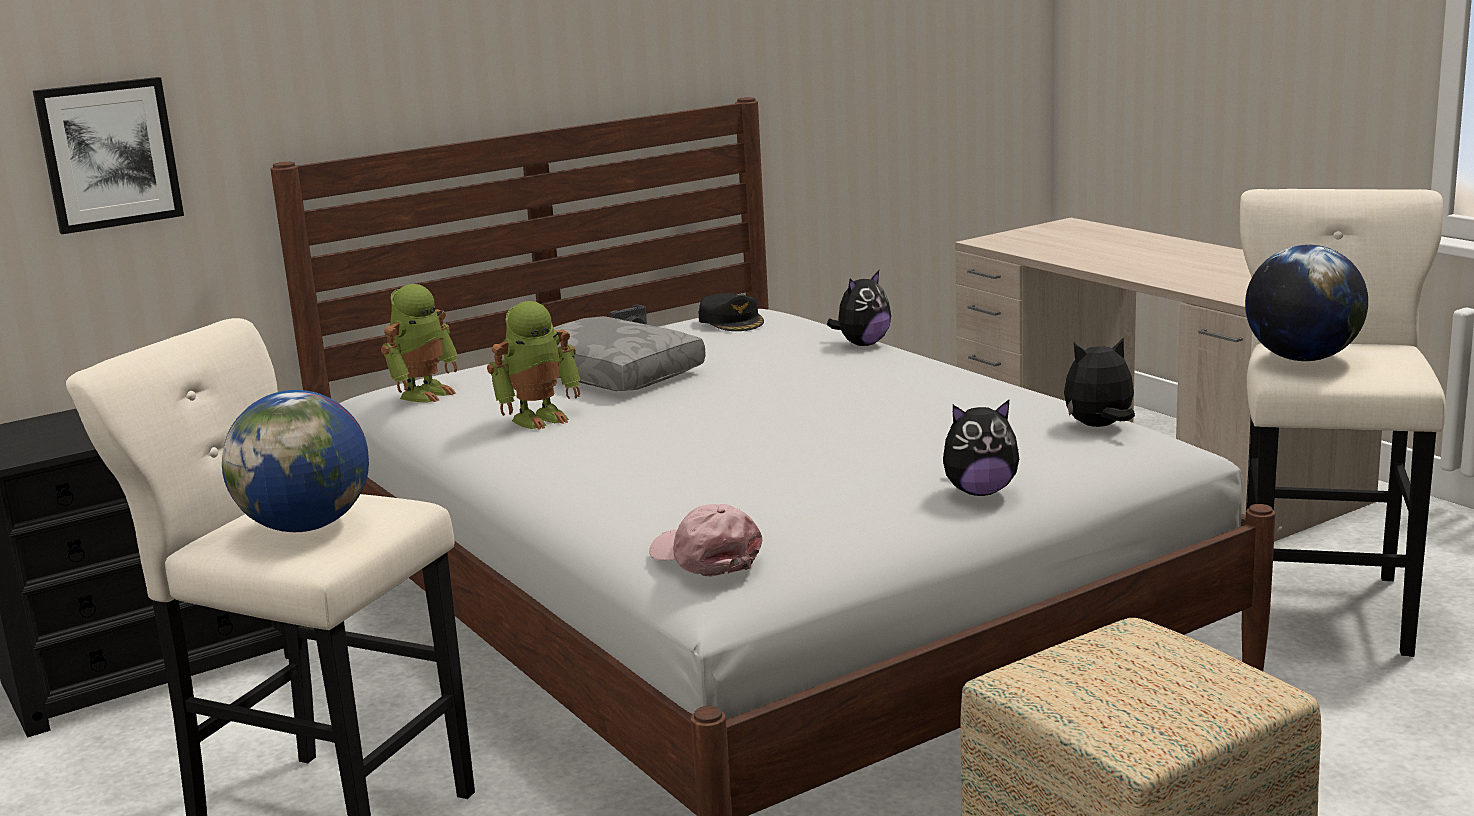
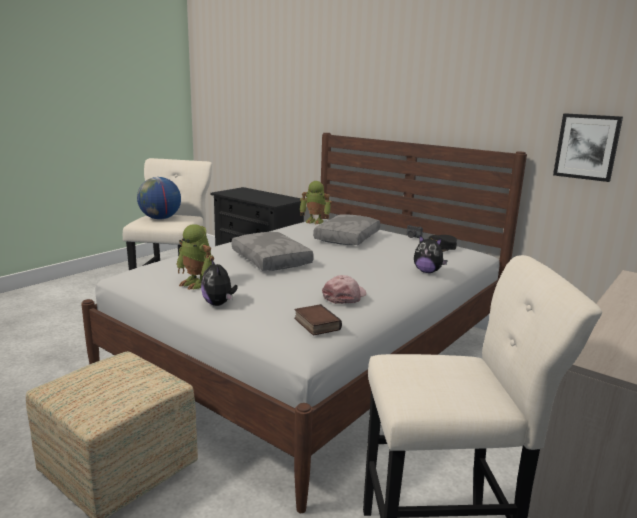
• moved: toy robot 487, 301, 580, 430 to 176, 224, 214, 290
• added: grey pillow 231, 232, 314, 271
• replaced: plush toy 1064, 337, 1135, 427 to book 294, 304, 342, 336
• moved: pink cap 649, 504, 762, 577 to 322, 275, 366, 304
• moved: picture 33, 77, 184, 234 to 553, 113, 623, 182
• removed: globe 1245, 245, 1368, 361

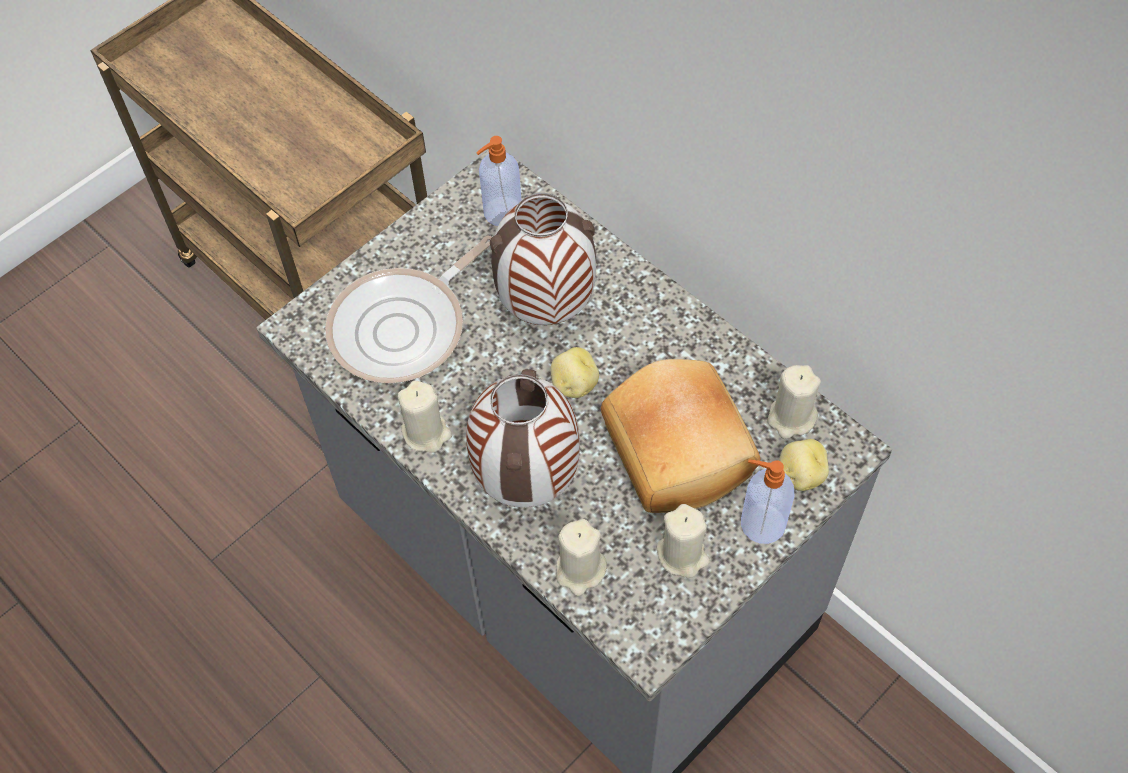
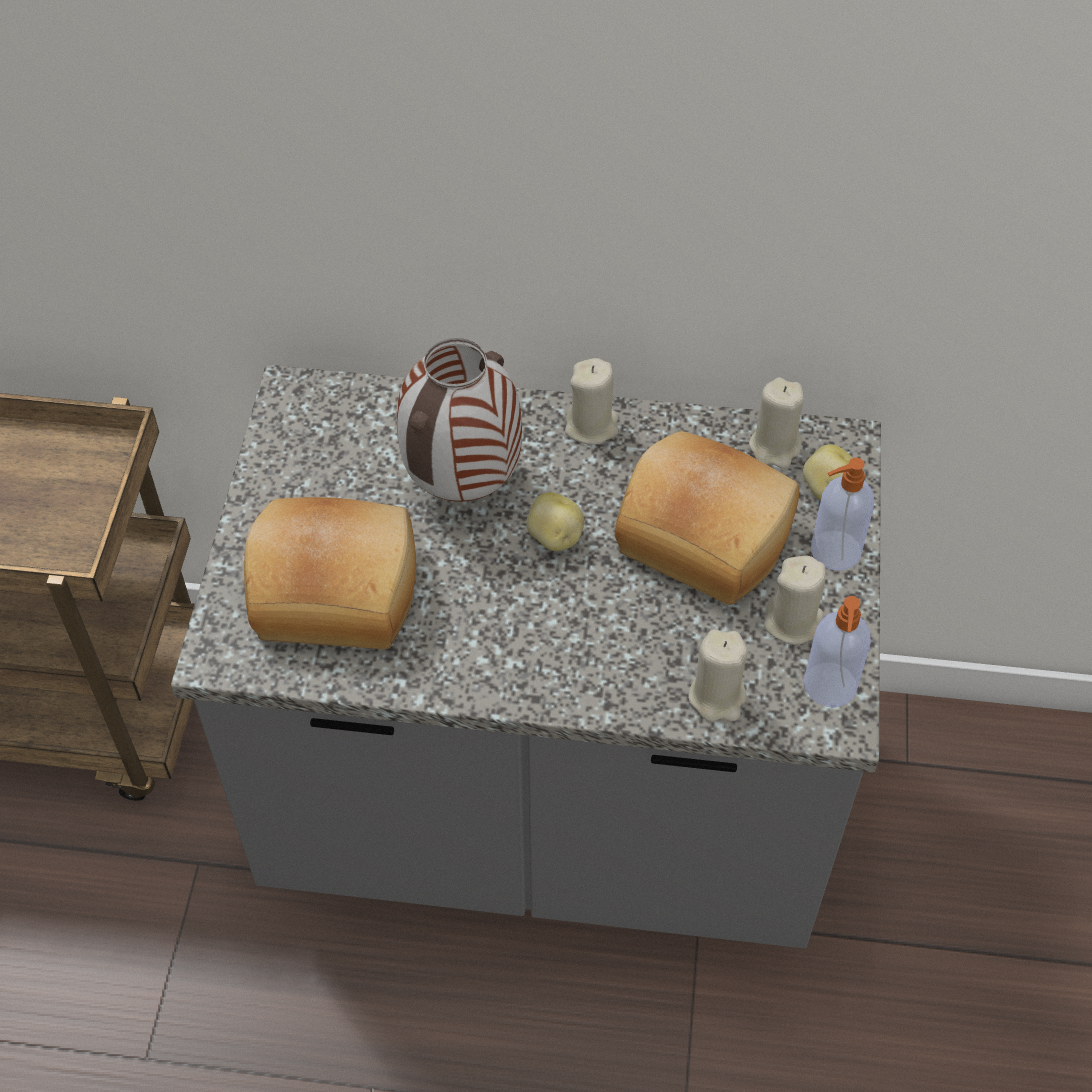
• replaced: frying pan 325, 235, 492, 383 to bread 244, 497, 416, 649
• moved: beige candle 397, 381, 452, 452 to 565, 358, 618, 445
• moved: soap dispenser 476, 136, 521, 226 to 804, 596, 871, 707
• removed: vase 466, 369, 580, 508

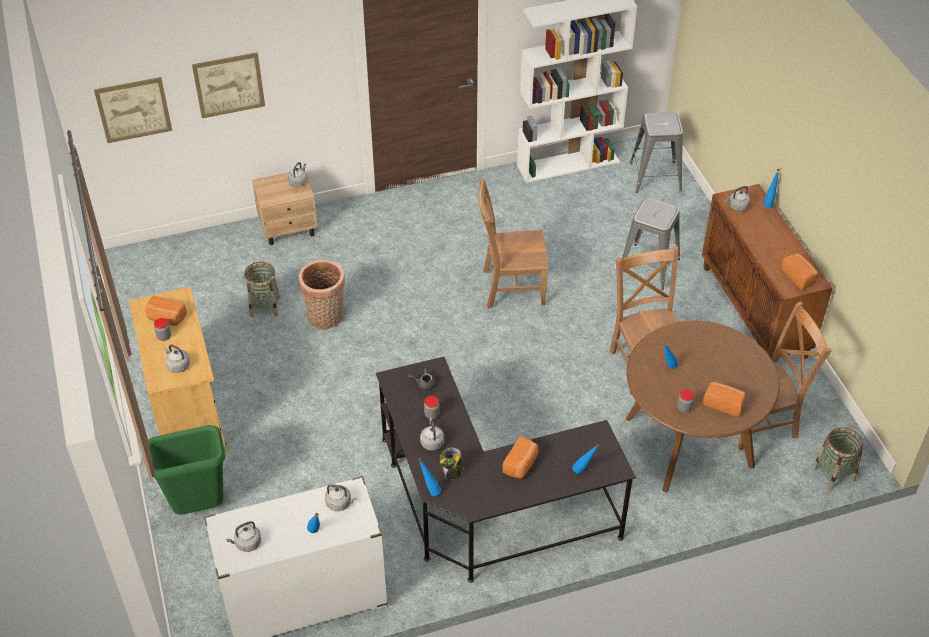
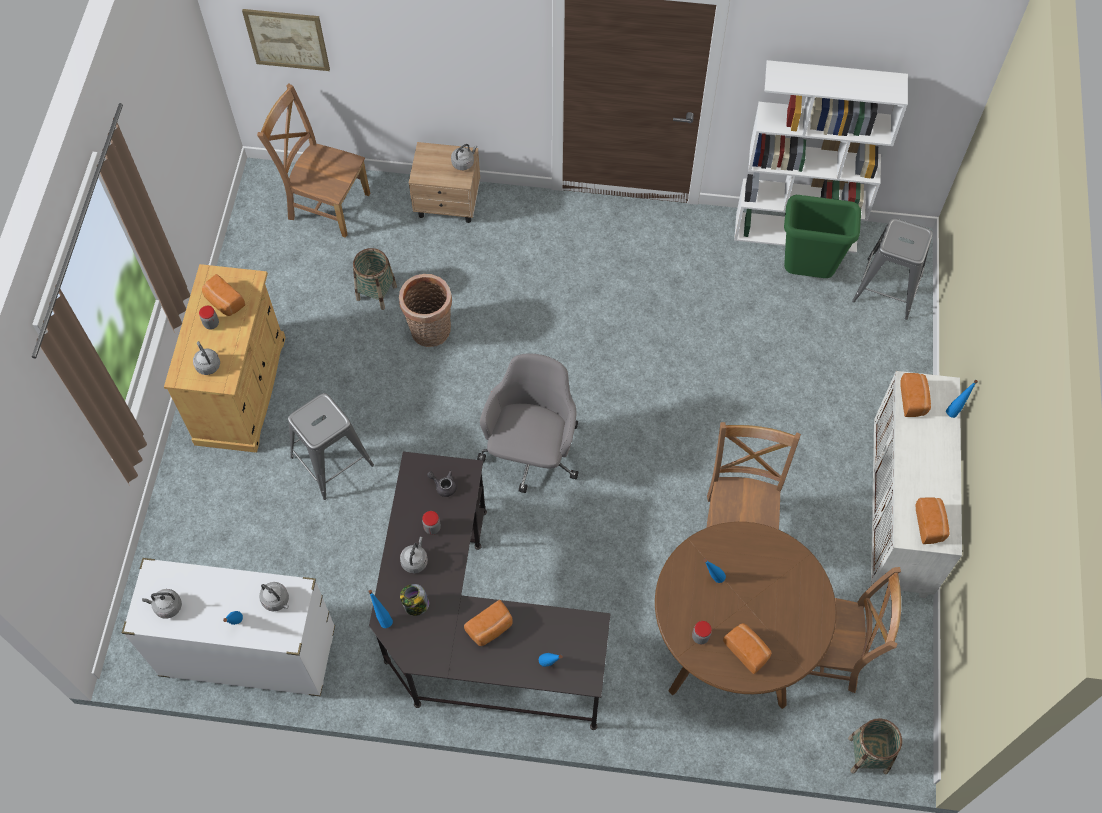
• moved: brown chair 478, 179, 548, 309 to 257, 84, 370, 238
• moved: grey stool 622, 197, 680, 290 to 288, 393, 374, 500
• added: grey office chair 477, 353, 578, 493
• moved: green trash can 148, 425, 225, 515 to 784, 195, 861, 278
• recoloured: brown cabinet 702, 184, 833, 360 to white cabinet 871, 371, 962, 598
• replaced: grey kettle 725, 186, 750, 212 to bread 900, 373, 931, 417
• removed: picture 192, 52, 265, 118

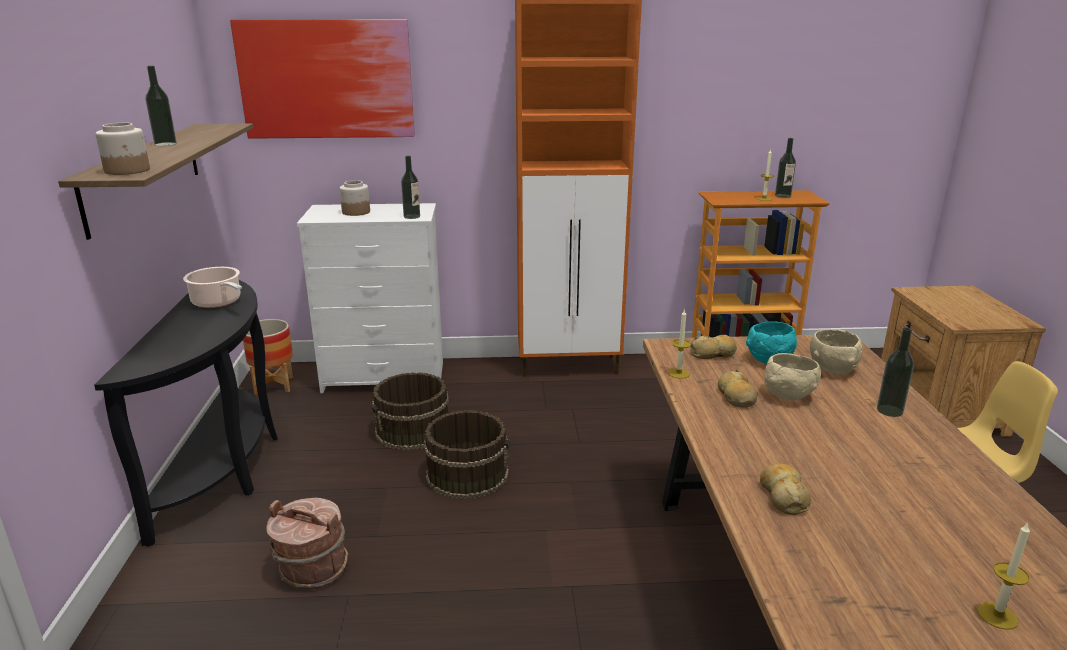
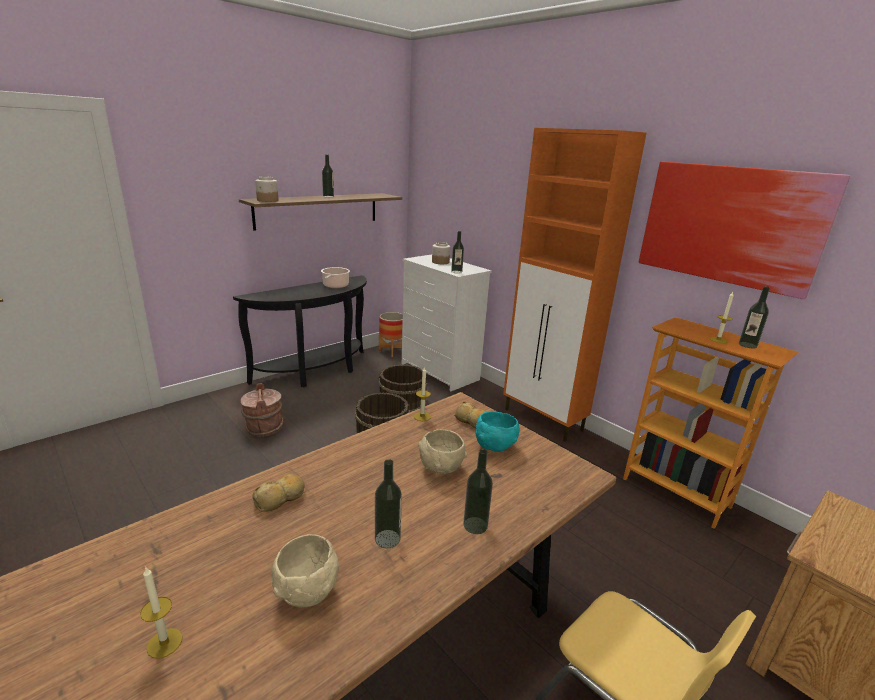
• moved: beige bowl 810, 329, 863, 374 to 272, 534, 339, 607
• added: bottle 375, 459, 402, 548
• moved: picture 230, 19, 415, 139 to 638, 162, 850, 299
• removed: bread 718, 370, 757, 407

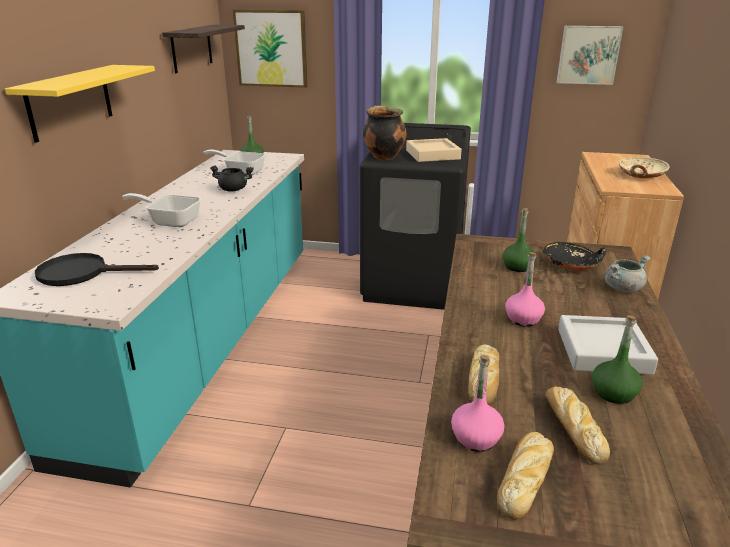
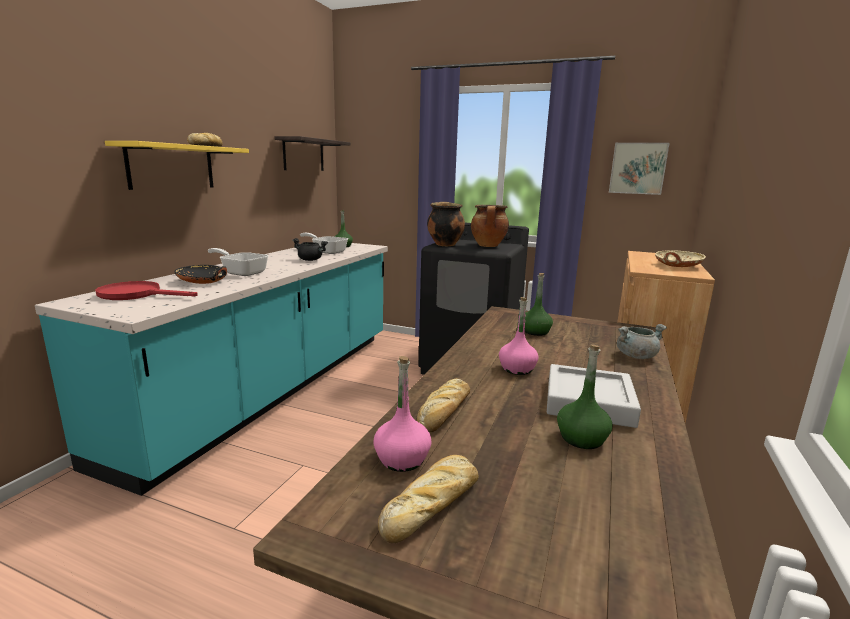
• recoloured: black frying pan 35, 253, 159, 286 to red frying pan 95, 281, 198, 300
• moved: black bowl 543, 242, 607, 270 to 174, 265, 227, 284
• moved: bread 546, 386, 610, 465 to 187, 133, 222, 147
• replaced: beige tray 406, 138, 462, 162 to cooking pot 471, 205, 509, 247
• removed: picture 233, 9, 308, 88

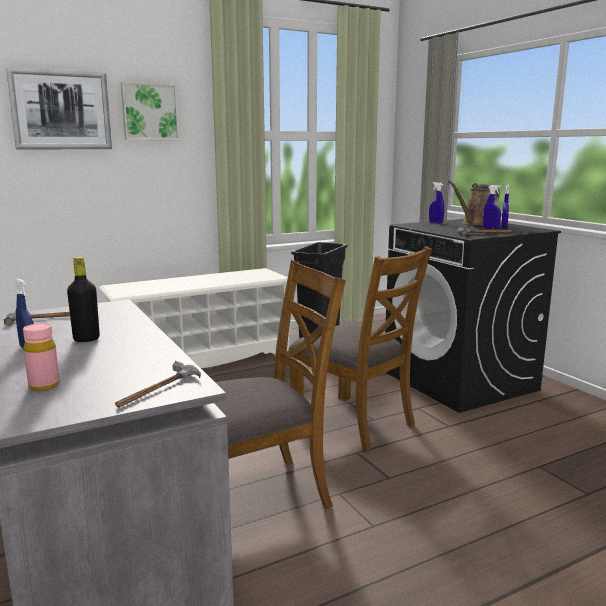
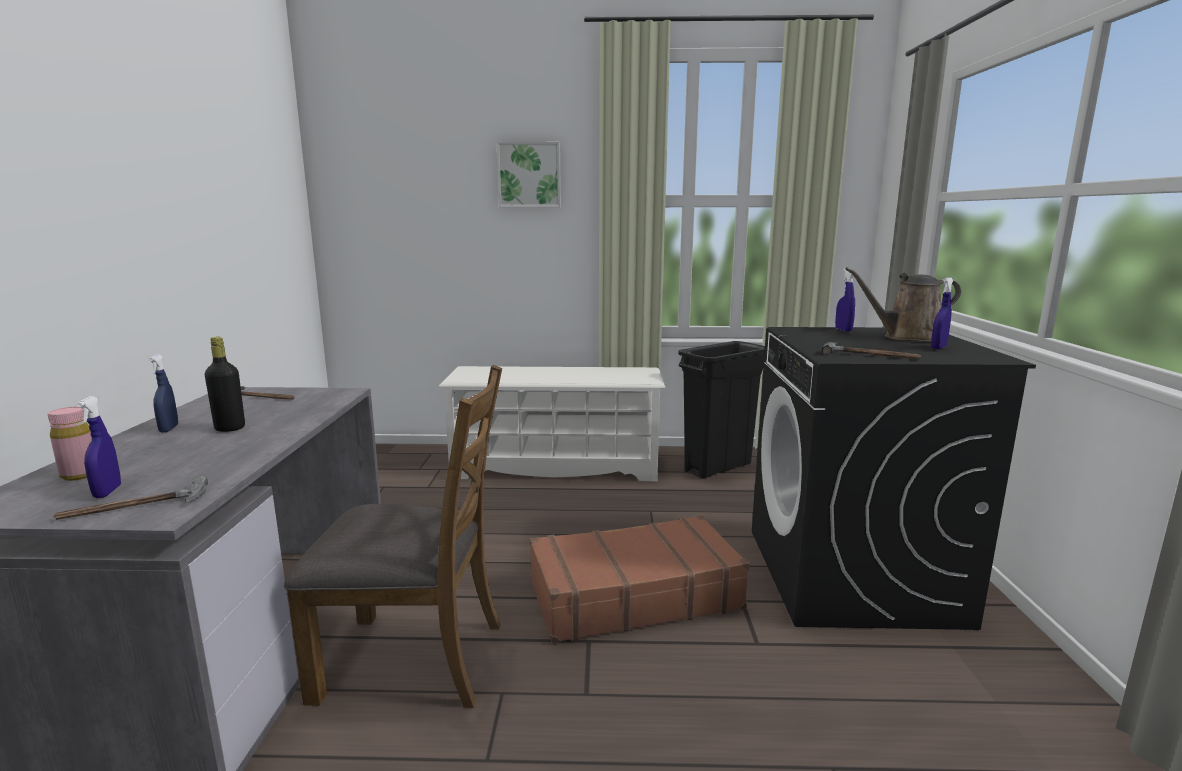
• moved: blue spray bottle 483, 185, 501, 229 to 77, 396, 121, 498
• replaced: brown chair 289, 246, 432, 452 to brown suitcase 530, 515, 750, 643
• removed: picture 6, 67, 112, 149

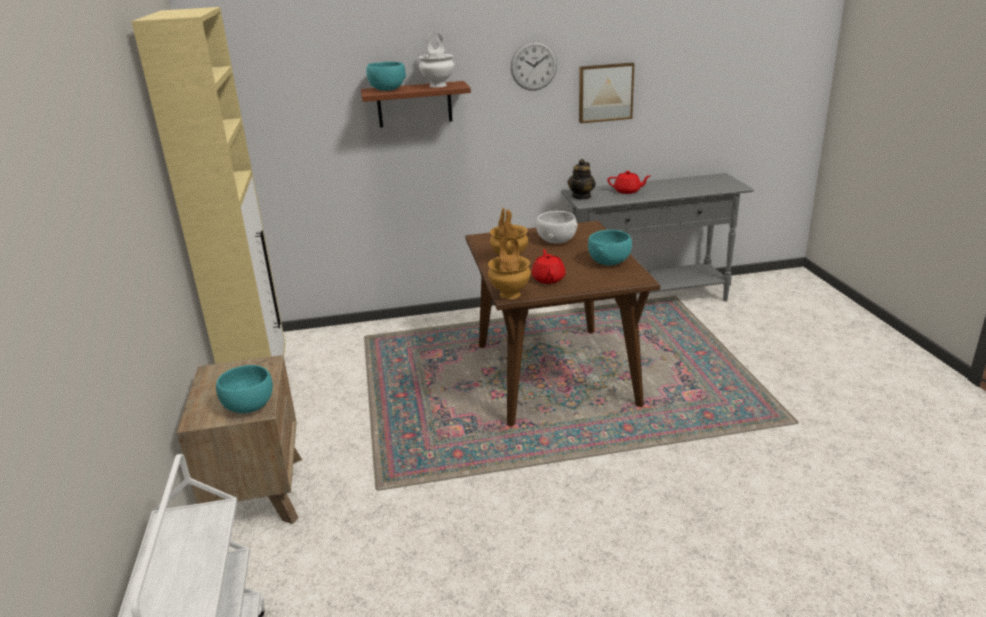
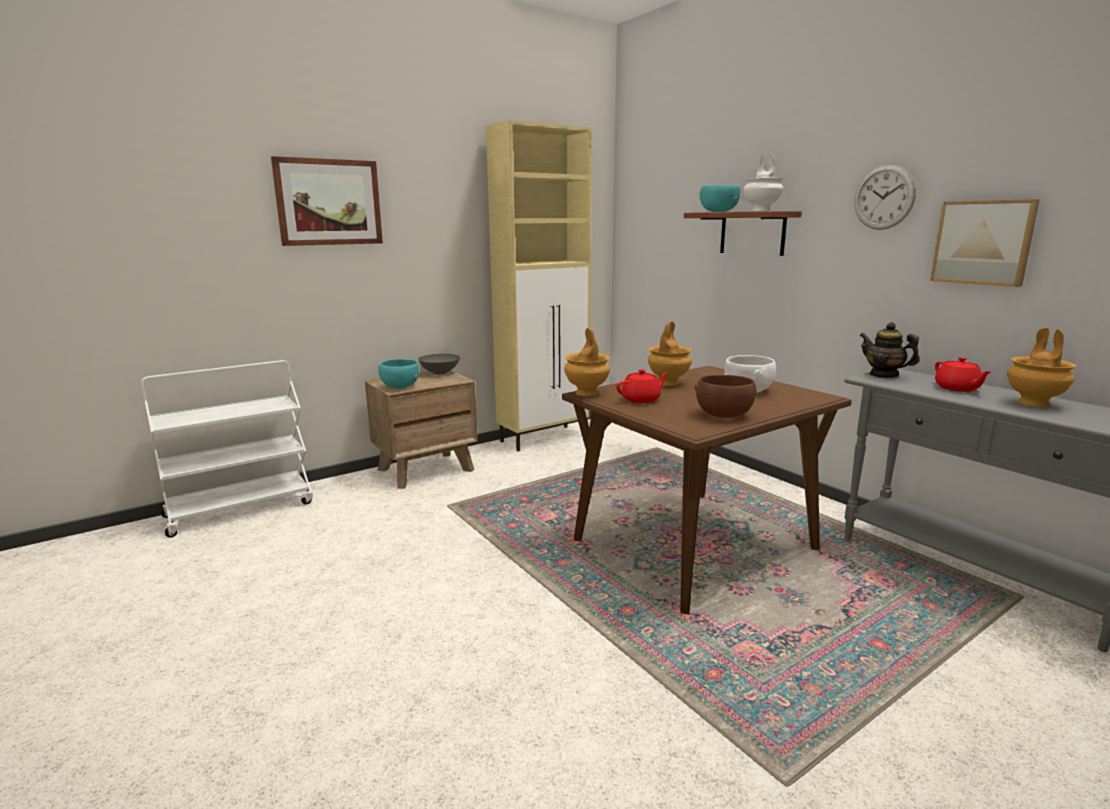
• added: picture 271, 156, 383, 246
• added: grey bowl 418, 354, 460, 375
• recoloured: turquoise bowl 588, 230, 632, 266 to brown bowl 695, 375, 756, 418
• turned: teapot 567, 159, 596, 200 = 860, 322, 920, 378 45 degrees clockwise
• added: brown vase 1007, 328, 1076, 408

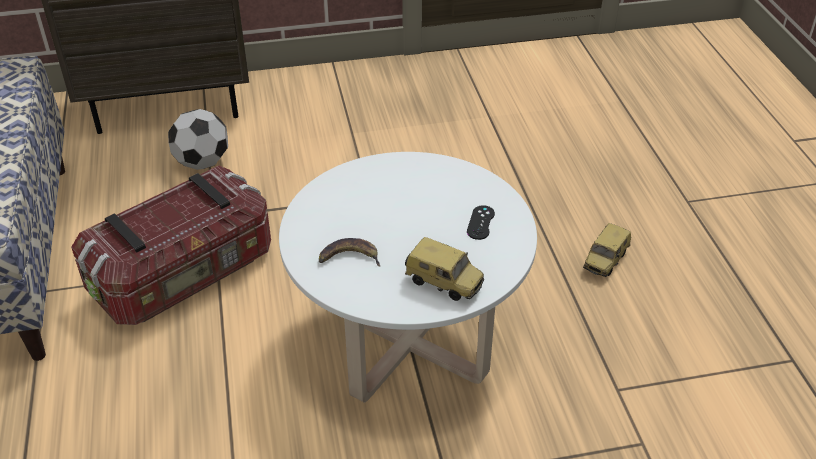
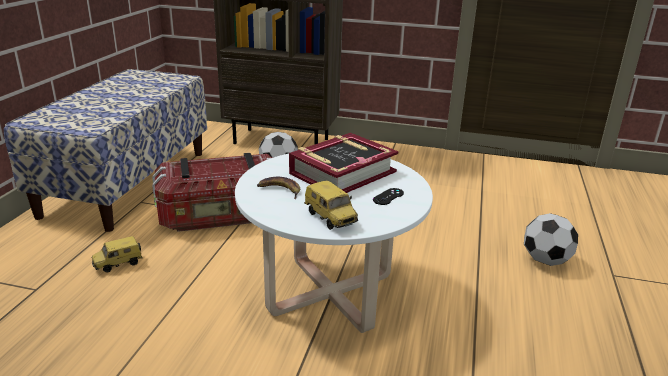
• moved: toy car 583, 223, 631, 277 to 92, 236, 142, 273
• added: book 289, 133, 398, 193
• added: football 524, 213, 578, 266

